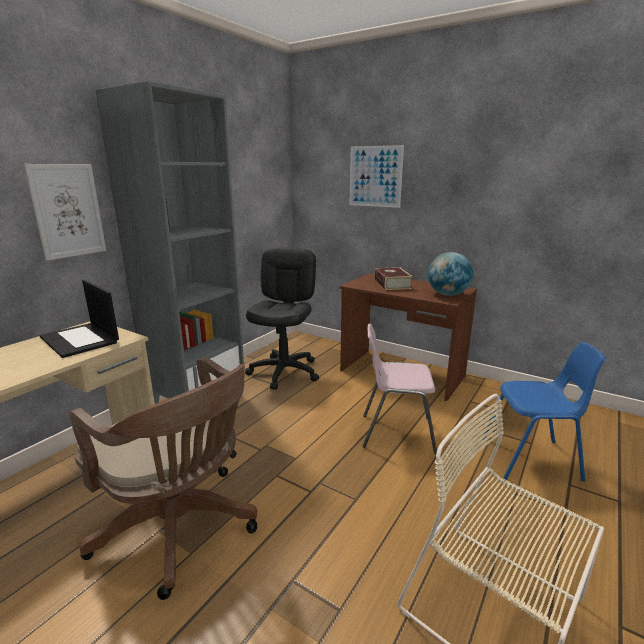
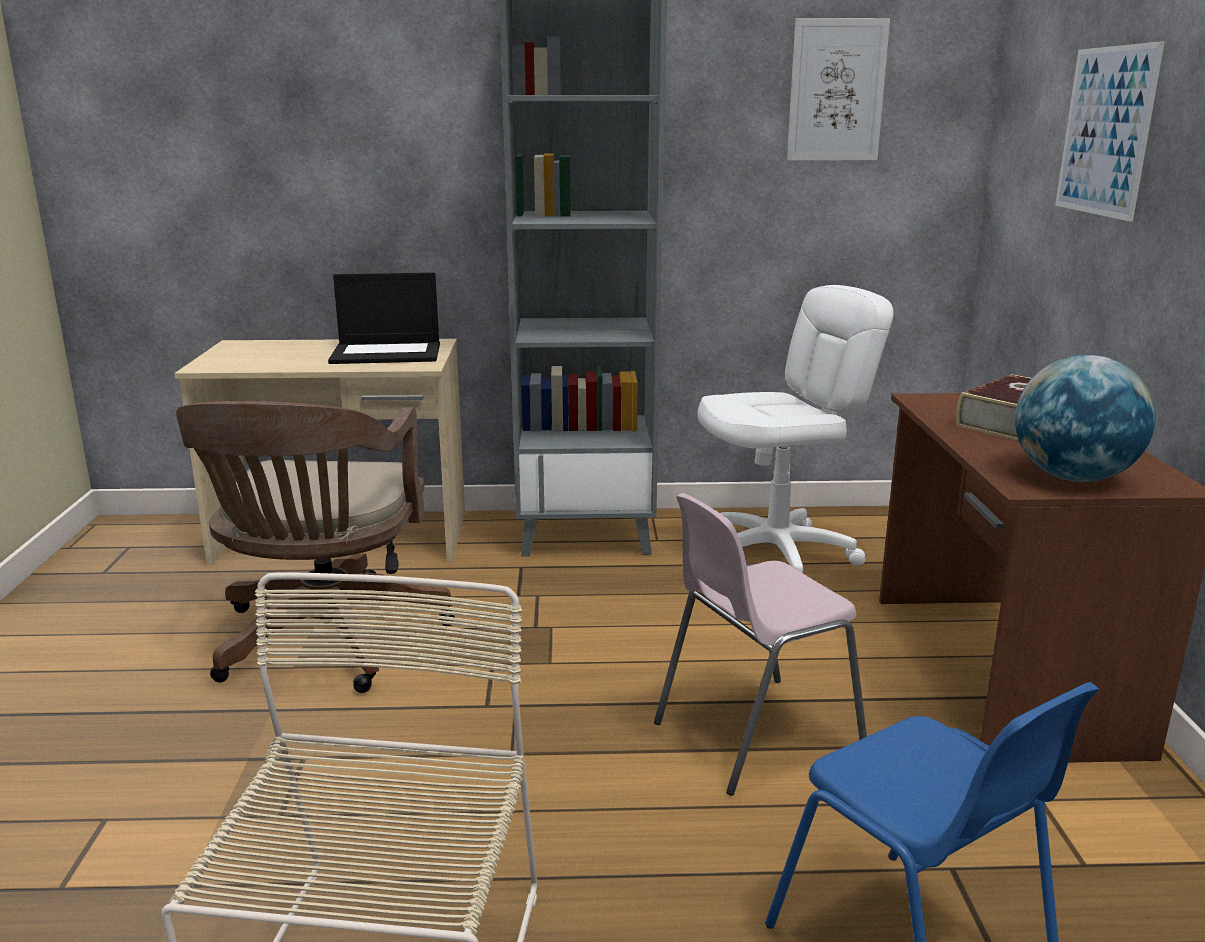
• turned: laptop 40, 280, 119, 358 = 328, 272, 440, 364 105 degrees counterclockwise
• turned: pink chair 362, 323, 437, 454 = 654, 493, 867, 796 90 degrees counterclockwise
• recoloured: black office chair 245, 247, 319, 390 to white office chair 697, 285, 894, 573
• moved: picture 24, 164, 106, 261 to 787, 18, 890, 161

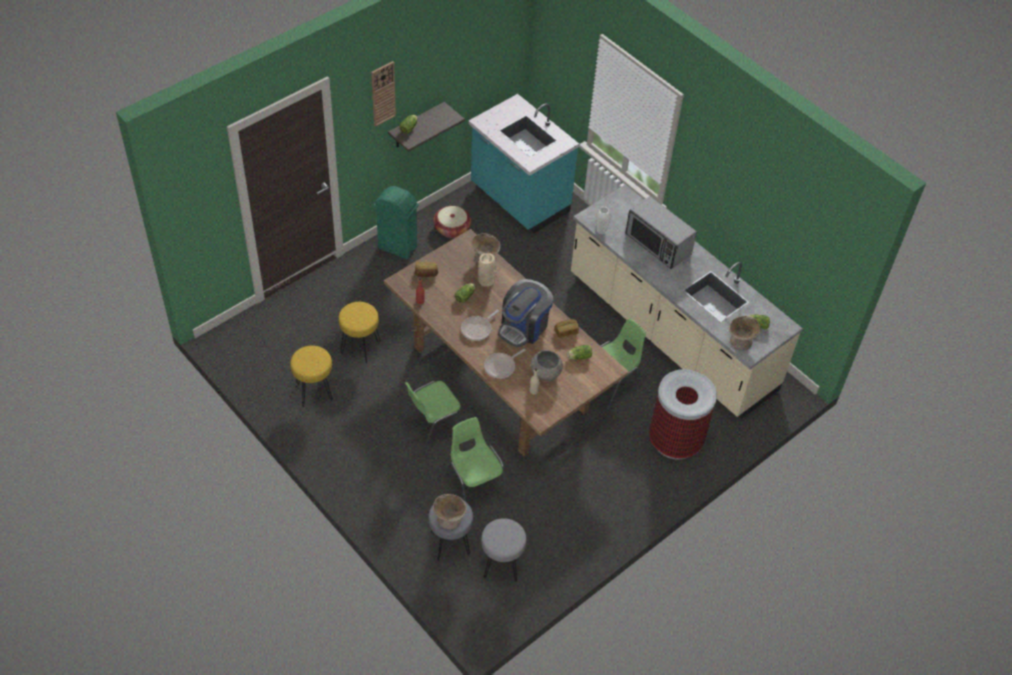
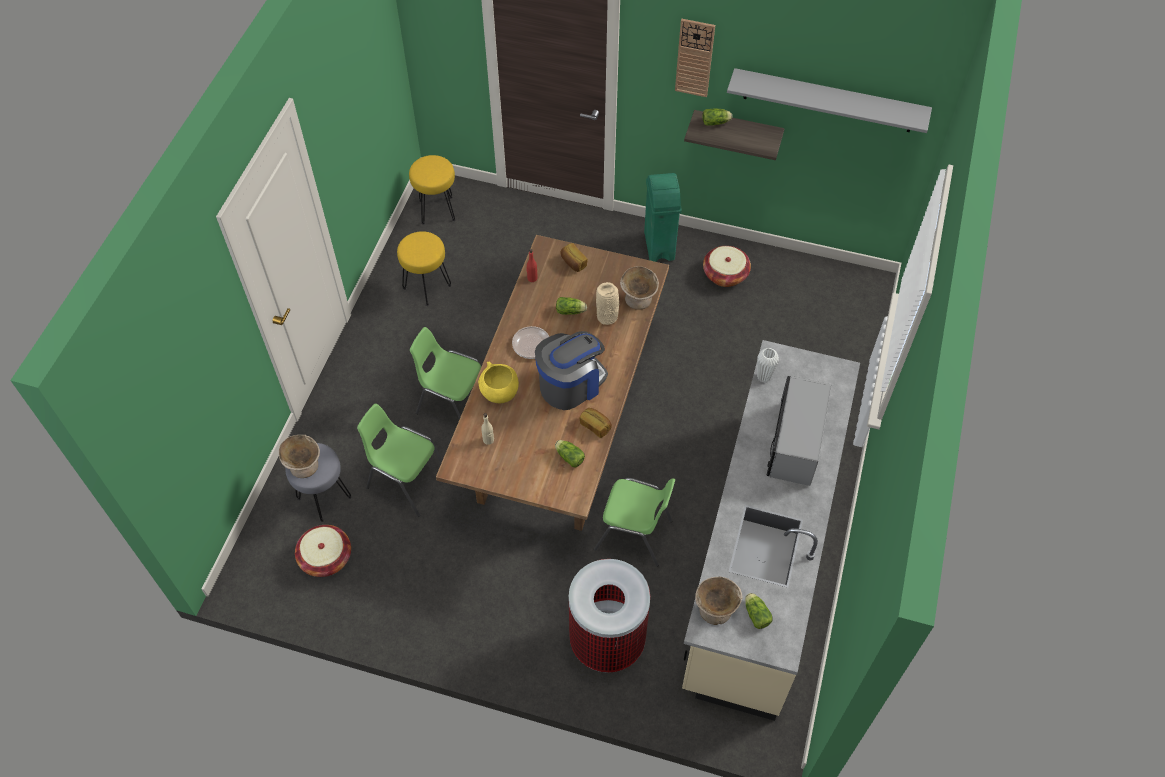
• replaced: grey stool 481, 518, 527, 582 to basket 295, 525, 351, 577
• turned: green chair 444, 417, 508, 502 = 357, 404, 442, 517 90 degrees counterclockwise
• moved: yellow stool 338, 302, 381, 364 to 409, 155, 455, 225
• replaced: frying pan 484, 349, 526, 379 to yellow bowl 478, 361, 519, 403
• turned: coffee machine 498, 279, 553, 347 = 535, 331, 608, 410 135 degrees clockwise
• added: grey shelf 727, 68, 932, 133
• removed: turquoise counter 468, 94, 579, 233
• removed: grey bowl 530, 350, 563, 381

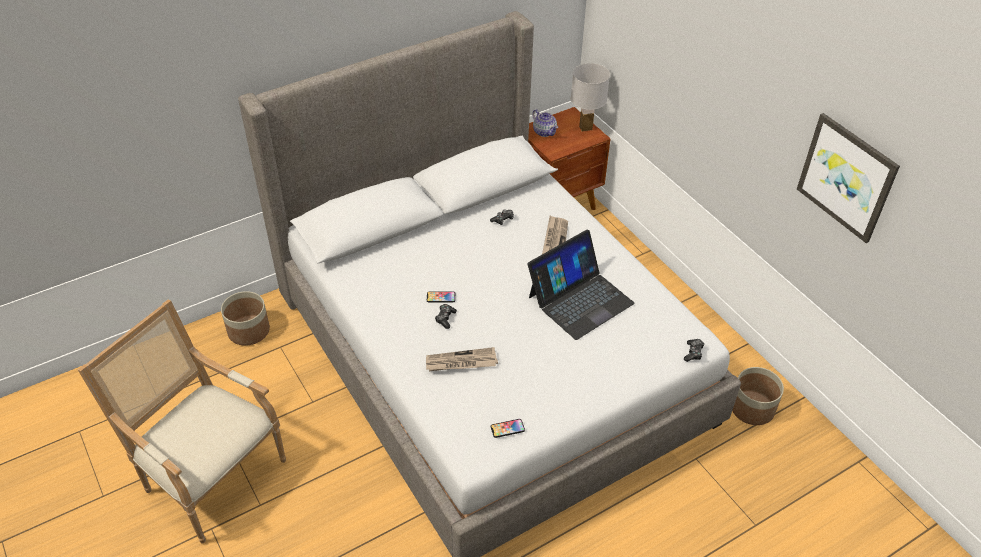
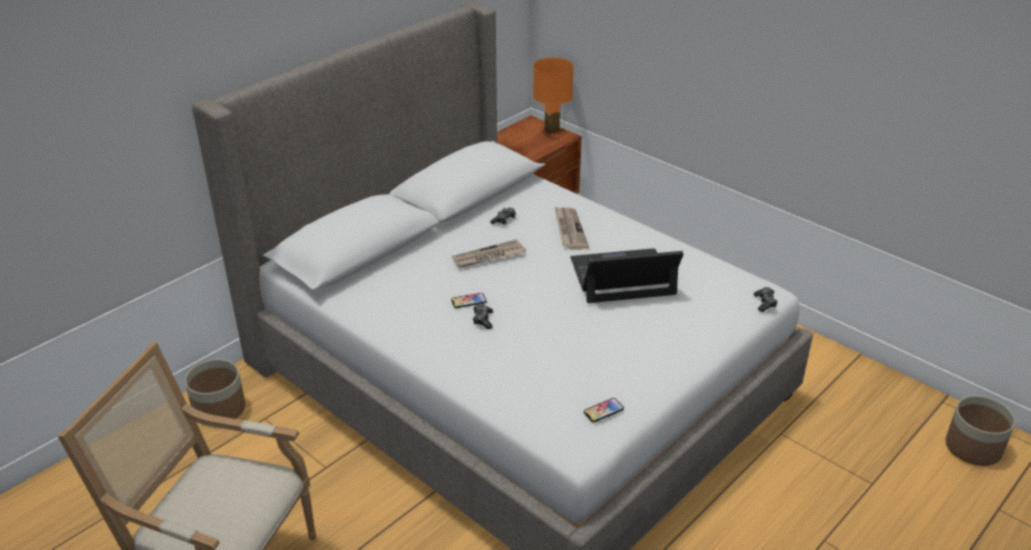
• moved: newspaper 426, 347, 498, 371 to 452, 239, 526, 268
• recoloured: white table lamp 571, 63, 610, 131 to orange table lamp 533, 58, 574, 134
• turned: laptop 528, 230, 634, 340 = 570, 248, 684, 303 135 degrees counterclockwise
• moved: planter 732, 367, 784, 425 to 946, 396, 1015, 466
• removed: teapot 532, 109, 558, 137
• removed: picture 797, 113, 900, 243

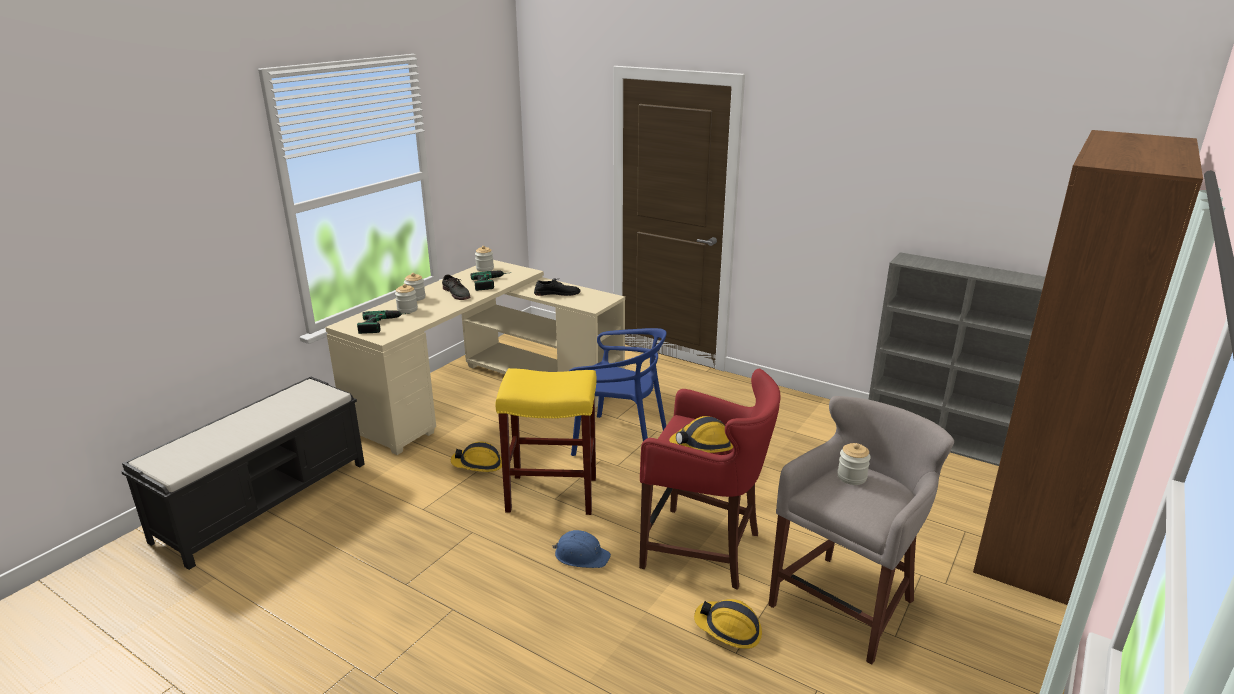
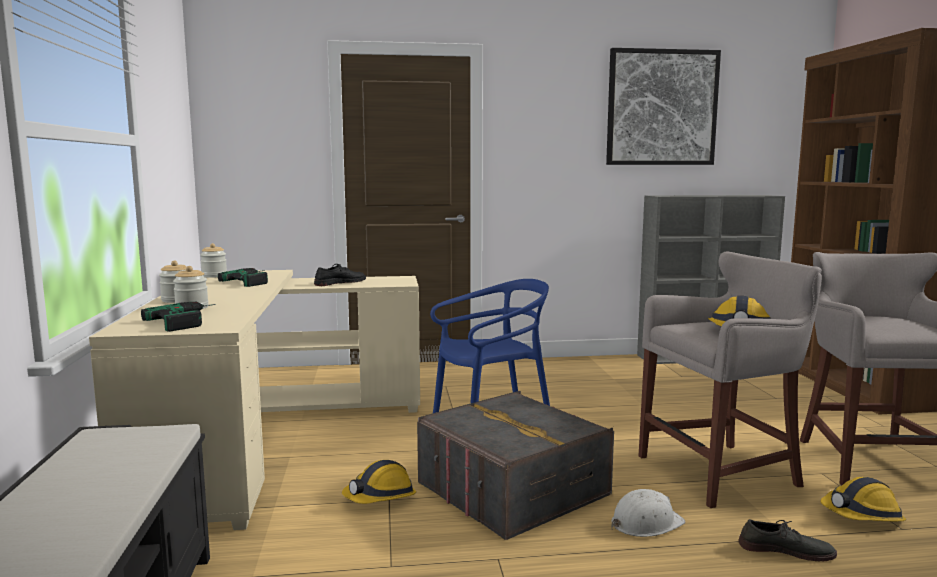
• replaced: yellow stool 496, 368, 596, 515 to grey storage box 417, 391, 614, 540
• added: picture 606, 48, 721, 165
• recoloured: blue hard hat 552, 530, 611, 568 to white hard hat 611, 489, 685, 537
• recoloured: red stool 639, 369, 781, 590 to grey stool 639, 252, 822, 508
• moved: grey shoe 442, 275, 470, 300 to 738, 519, 837, 562
• removed: jar 837, 443, 871, 485

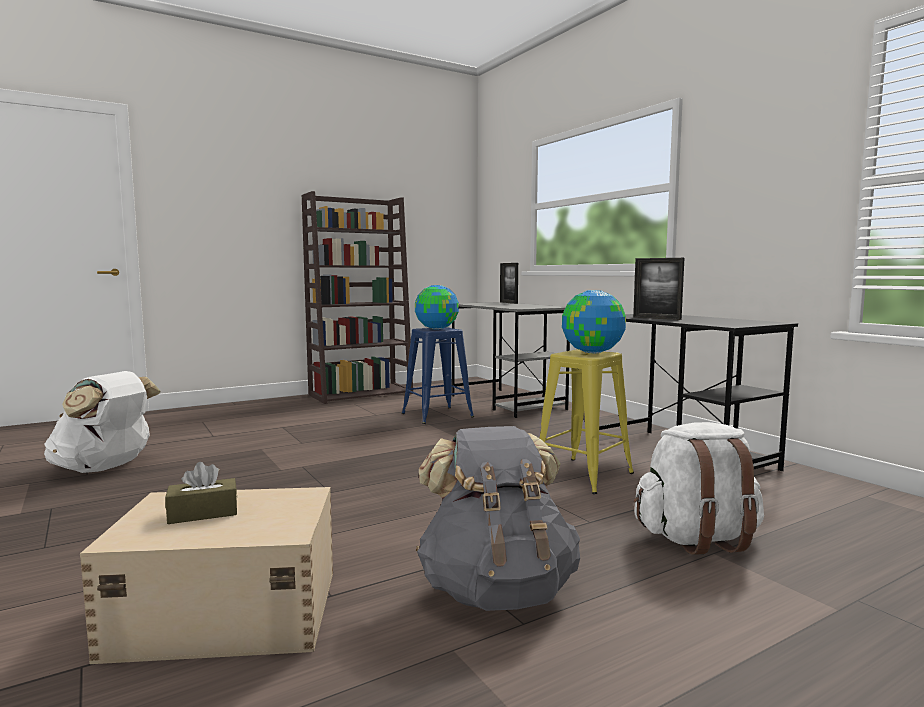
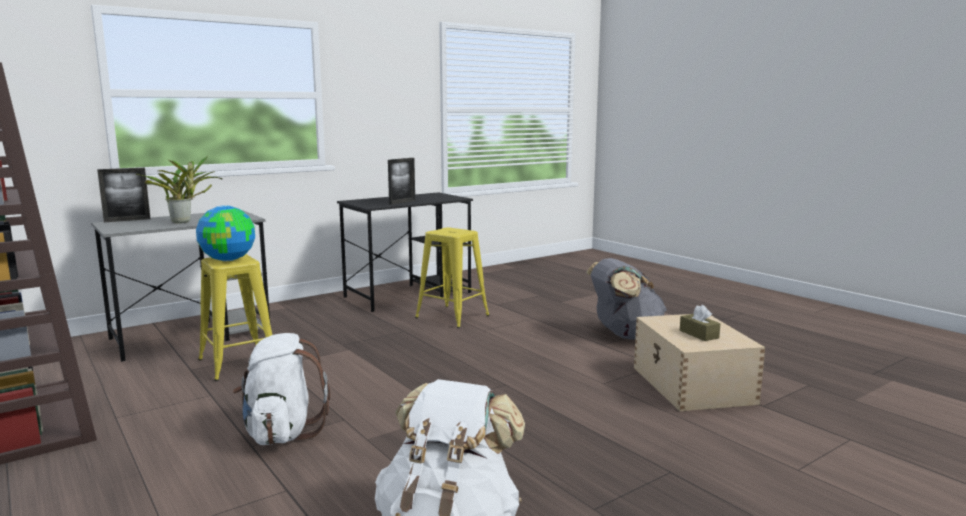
• added: potted plant 136, 156, 223, 223
• recoloured: blue stool 402, 327, 474, 424 to yellow stool 198, 254, 273, 381
• moved: white backpack 634, 422, 764, 555 to 233, 333, 330, 445
• removed: globe 562, 290, 626, 353

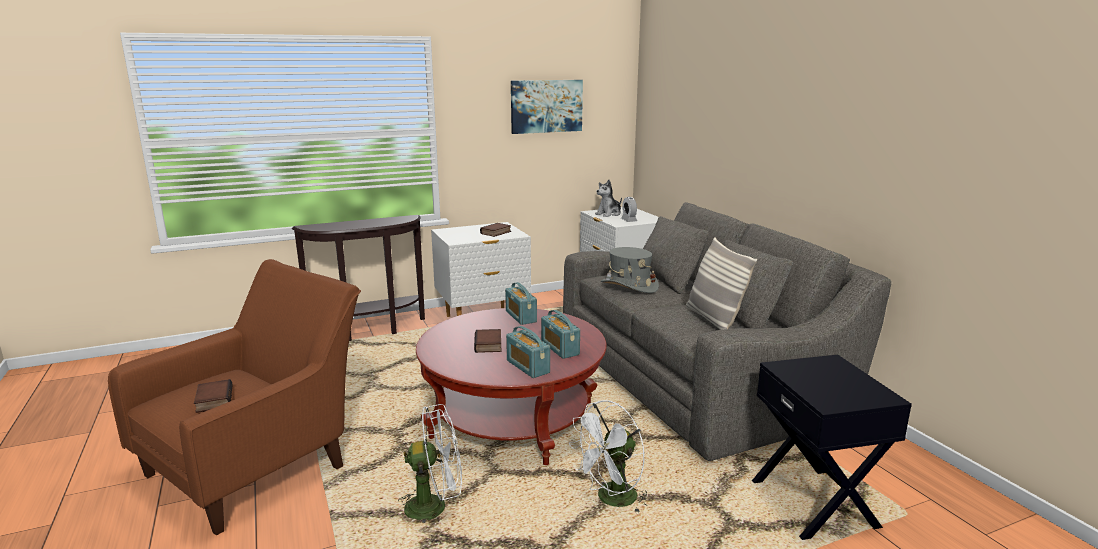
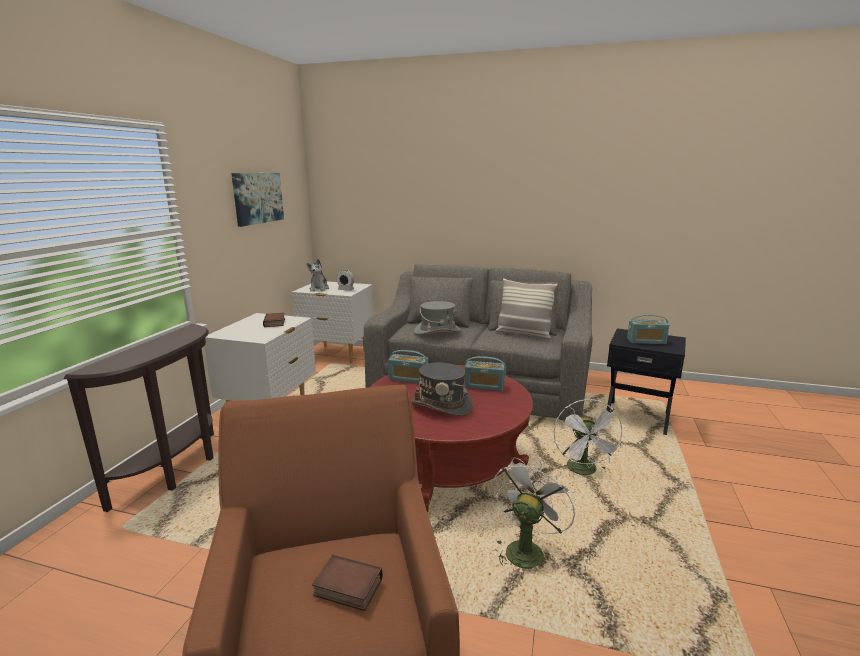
• replaced: book 474, 329, 501, 353 to grey hat 411, 363, 473, 416
• moved: radio 506, 326, 550, 378 to 627, 314, 669, 344

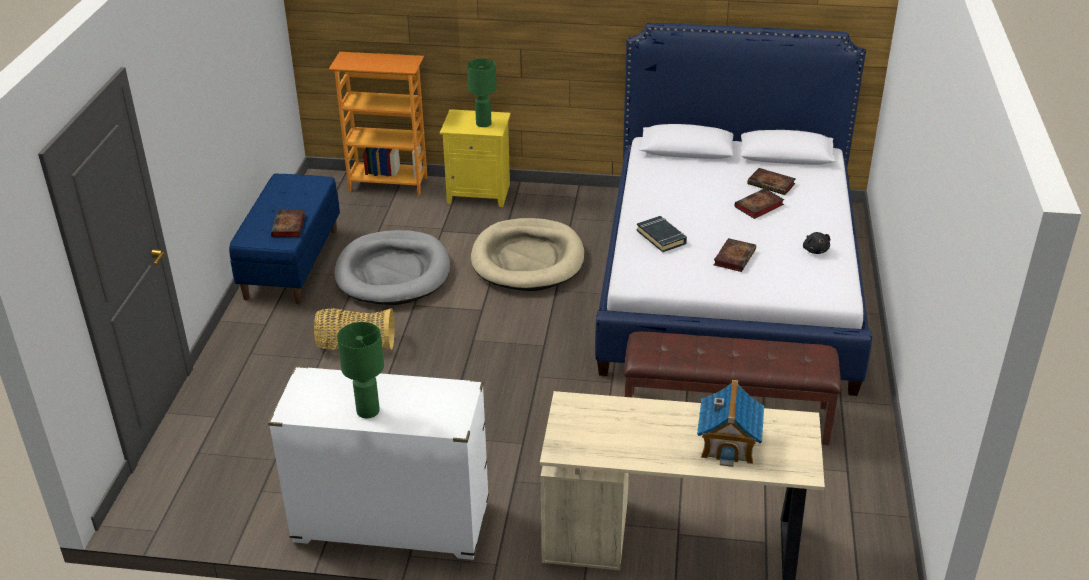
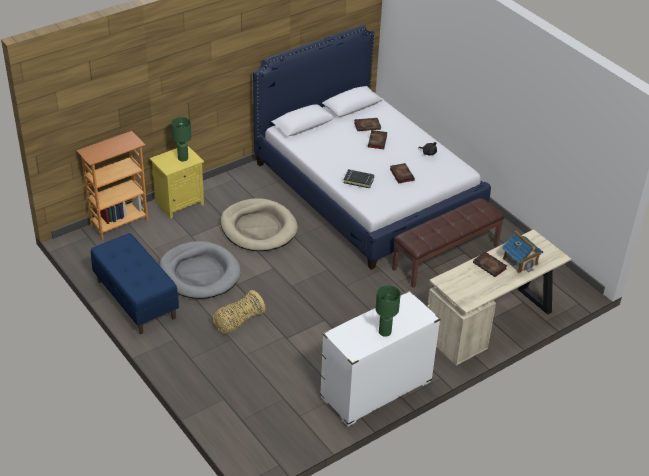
• moved: book 271, 209, 305, 237 to 473, 252, 507, 277

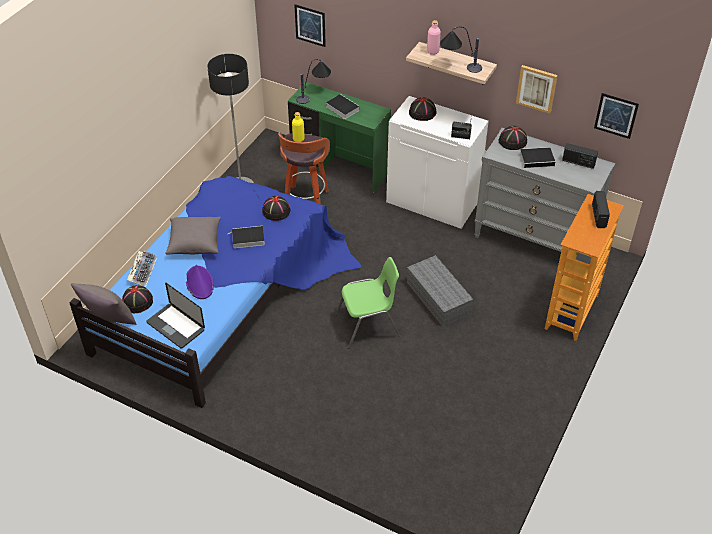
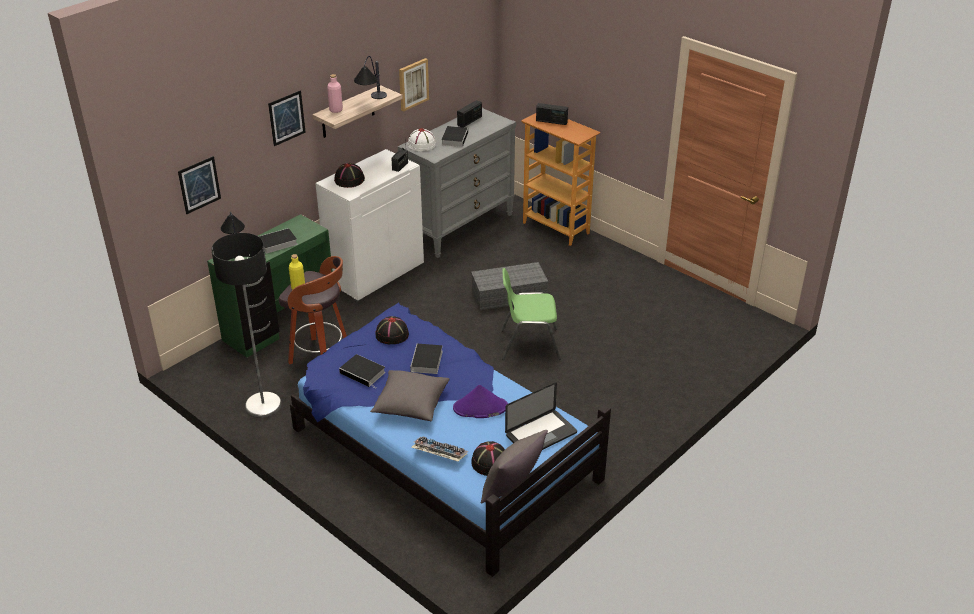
• moved: picture 594, 93, 639, 139 to 268, 90, 306, 146
• added: book 339, 354, 385, 389
• recoloured: black hat 499, 126, 527, 150 to white hat 407, 128, 436, 151
• turned: green chair 336, 257, 400, 349 = 501, 268, 561, 360 90 degrees counterclockwise

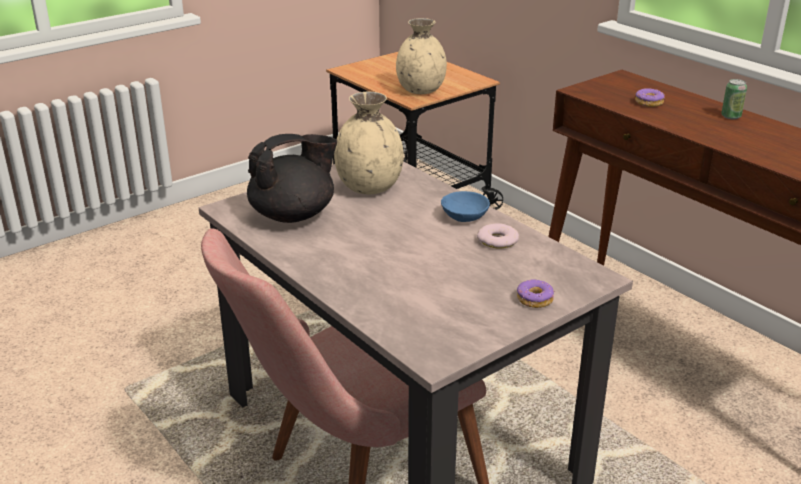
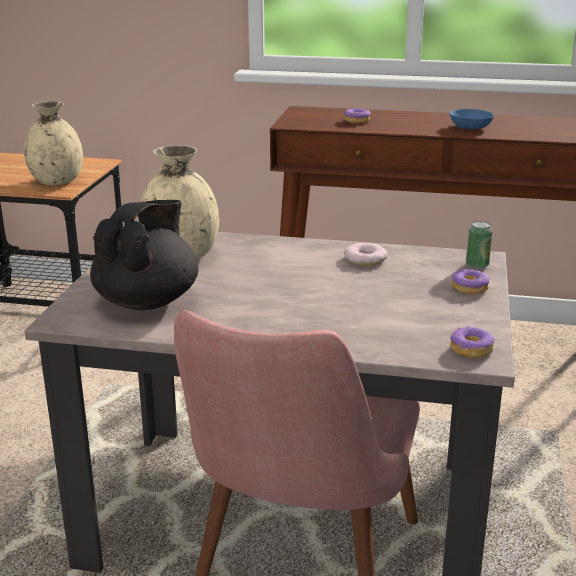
• moved: blue bowl 441, 191, 490, 222 to 450, 109, 494, 129
• added: donut 450, 326, 494, 358
• moved: can 721, 79, 747, 119 to 466, 221, 493, 269

